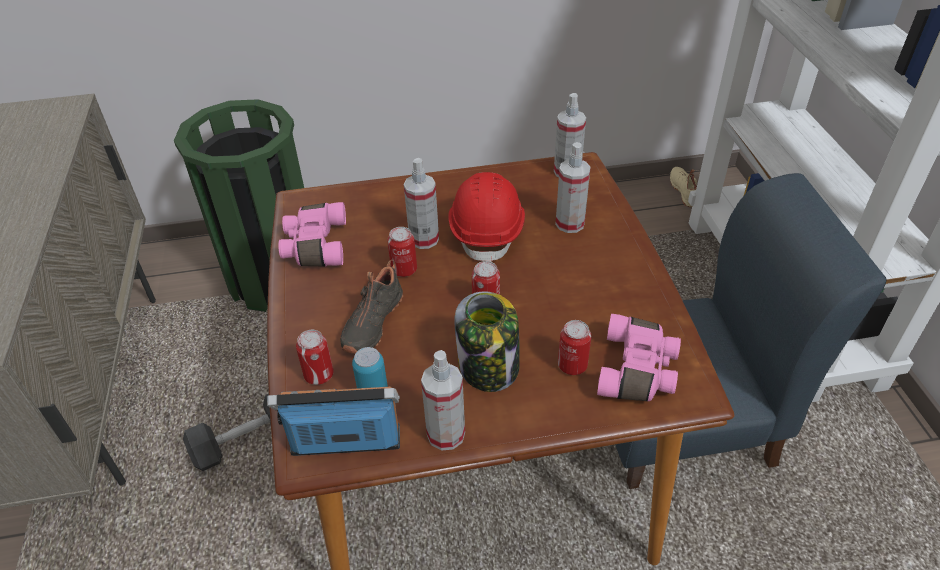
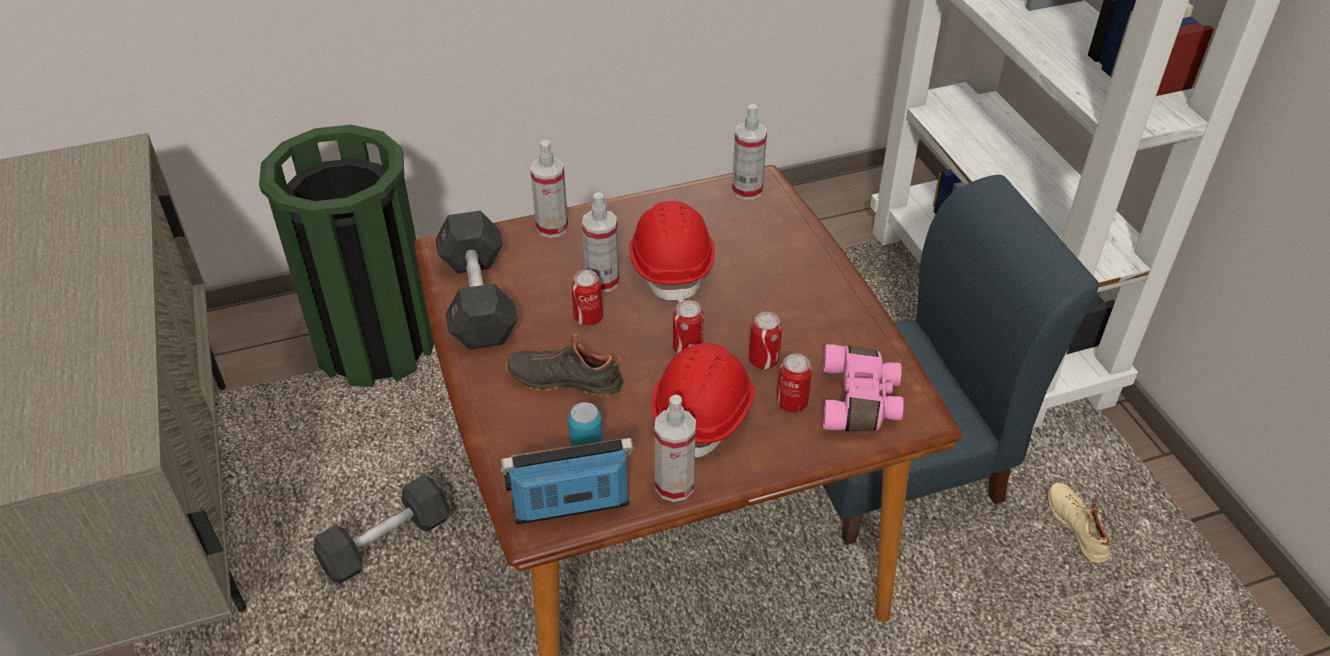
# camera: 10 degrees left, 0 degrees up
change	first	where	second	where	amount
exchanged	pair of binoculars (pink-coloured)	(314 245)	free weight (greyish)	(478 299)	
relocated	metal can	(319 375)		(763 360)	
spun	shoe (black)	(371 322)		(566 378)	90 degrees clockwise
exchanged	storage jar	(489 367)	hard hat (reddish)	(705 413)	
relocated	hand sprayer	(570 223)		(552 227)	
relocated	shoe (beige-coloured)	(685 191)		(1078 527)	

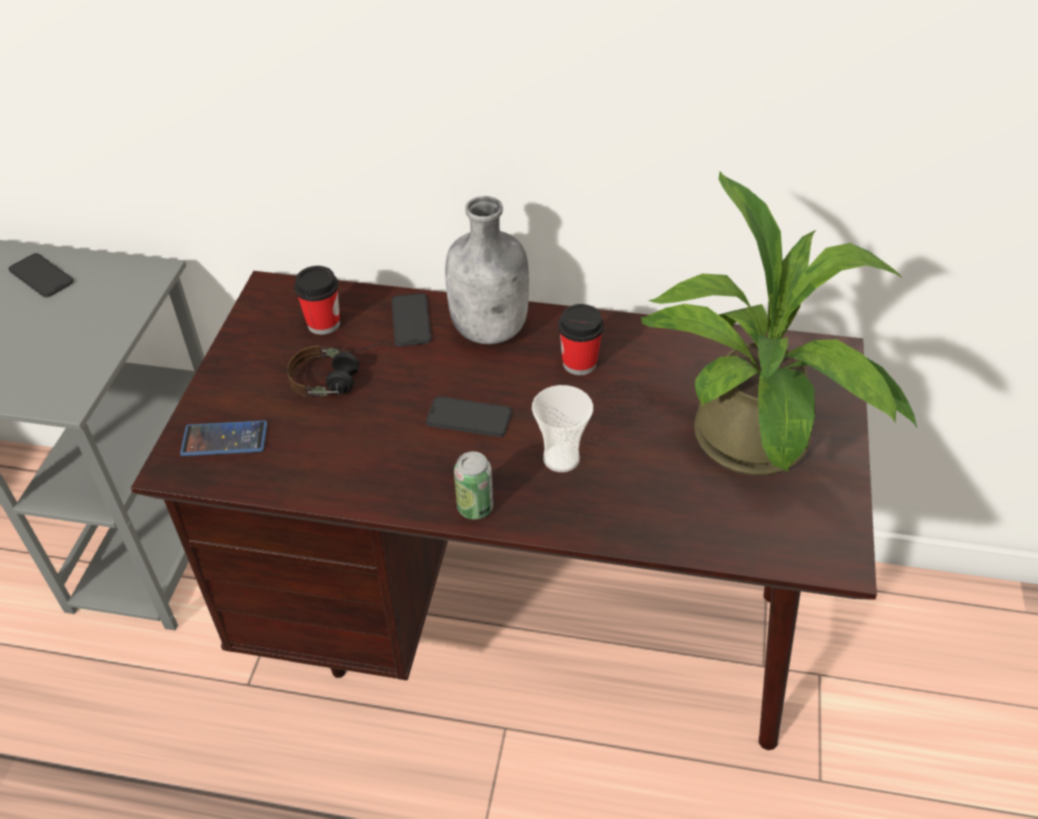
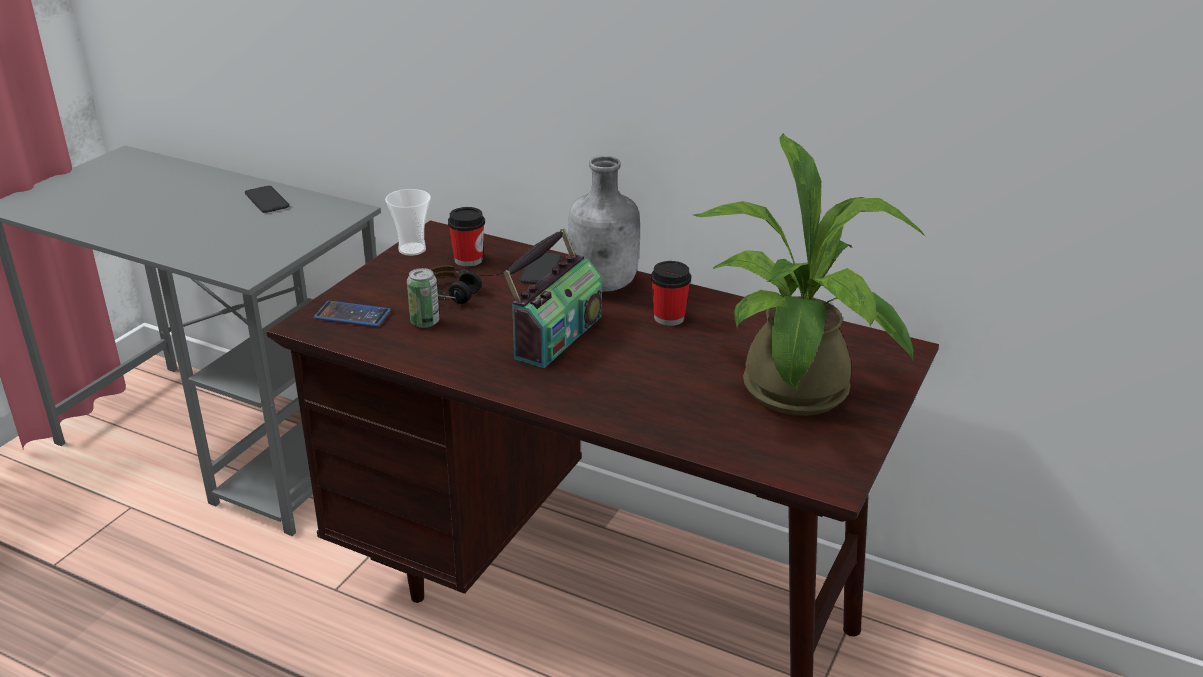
# camera: 15 degrees right, 15 degrees down
change	first	where	second	where	amount
exchanged	handset	(469 418)	radio set	(556 335)	
relocated	metal can	(475 507)		(425 322)	
relocated	cup	(561 458)		(412 249)	

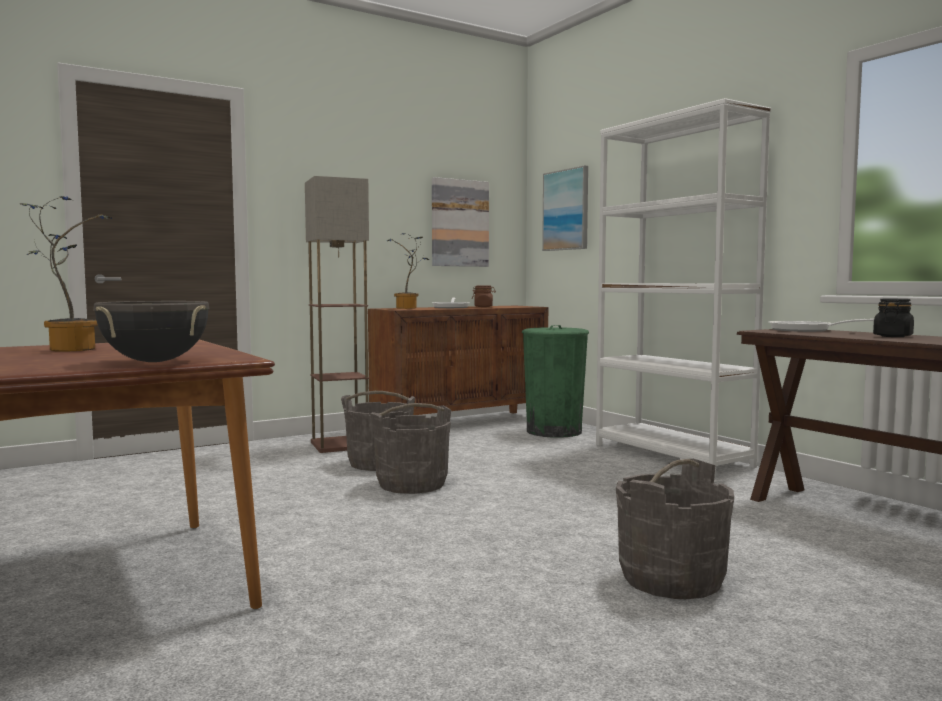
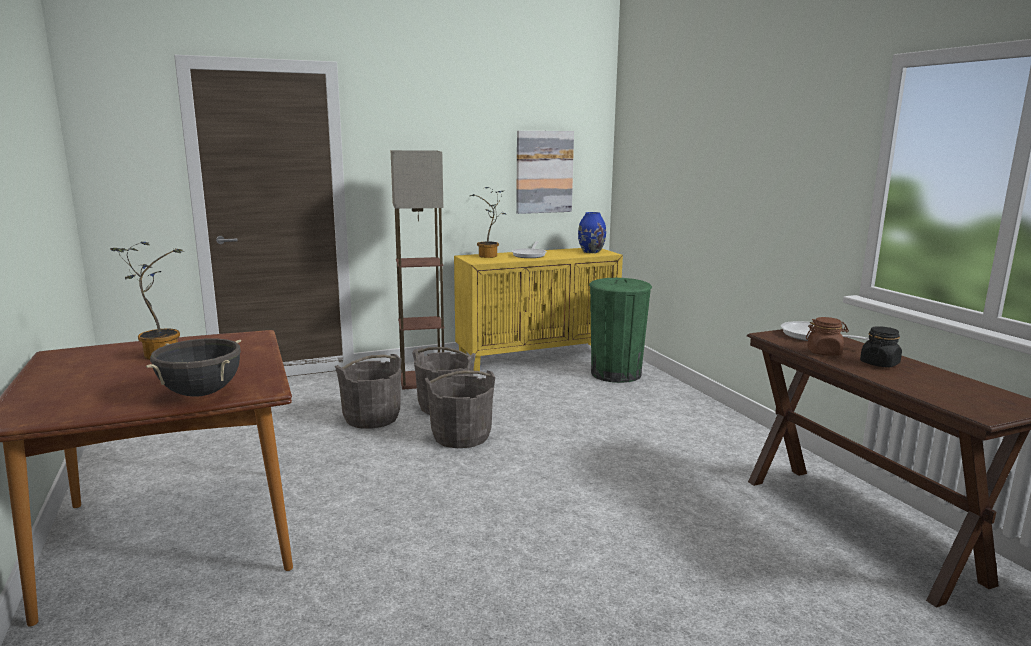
# camera: 10 degrees right, 10 degrees up
change	first	where	second	where	amount
colour	cabinet (brown)	(461 423)	cabinet (yellow)	(537 357)	
relocated	storage jar (brown)	(483 306)		(824 352)	
missing	wall art	(566 210)			
missing	bookshelf (white)	(671 455)			
relocated	pail (greyish)	(671 579)		(371 418)	
appeared			decorative vase (bluish)	(591 251)	

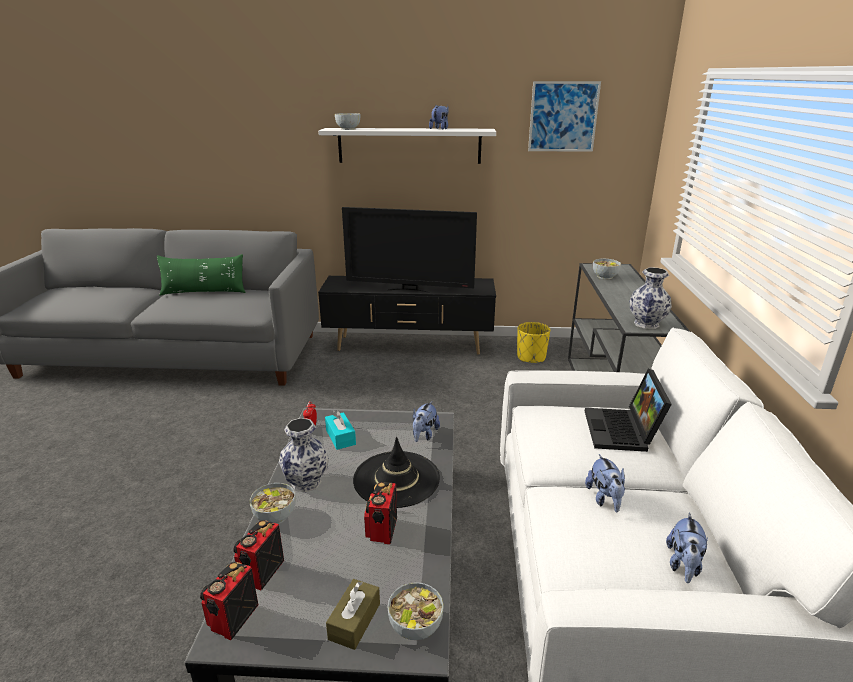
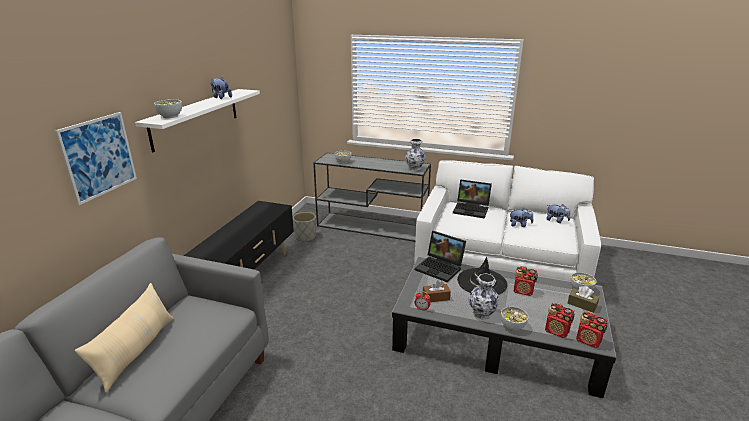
# camera: 75 degrees left, 0 degrees up
change	first	where	second	where	amount
colour	throw pillow (green)	(204 292)	throw pillow (beige-coloured)	(136 351)	
colour	tissue box (turquoise-coloured)	(340 437)	tissue box (brown)	(436 297)	
missing	television	(409 290)			
exchanged	cuddly toy	(424 435)	portable computer	(440 268)	
colour	flower pot (yellow)	(531 357)	flower pot (greyish)	(305 237)	
relocated	wall art	(563 117)		(99 156)	

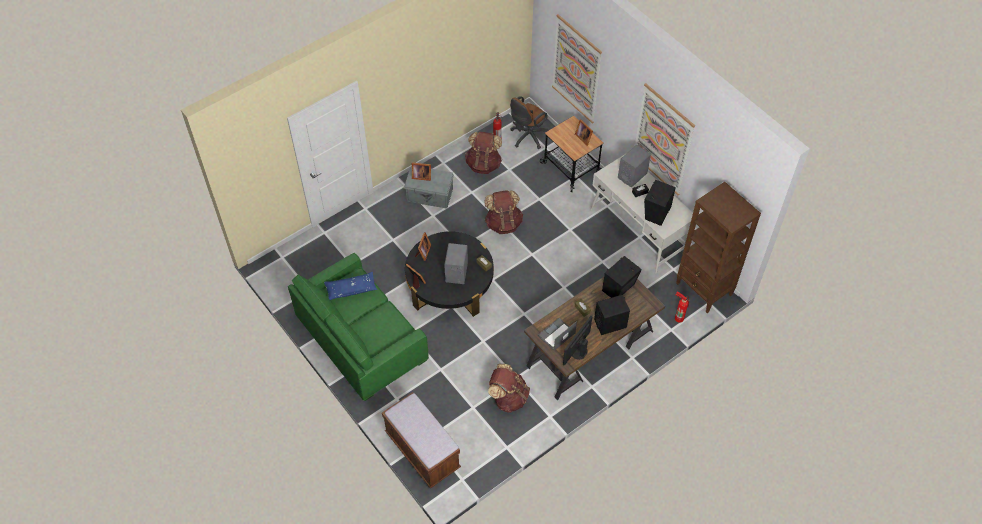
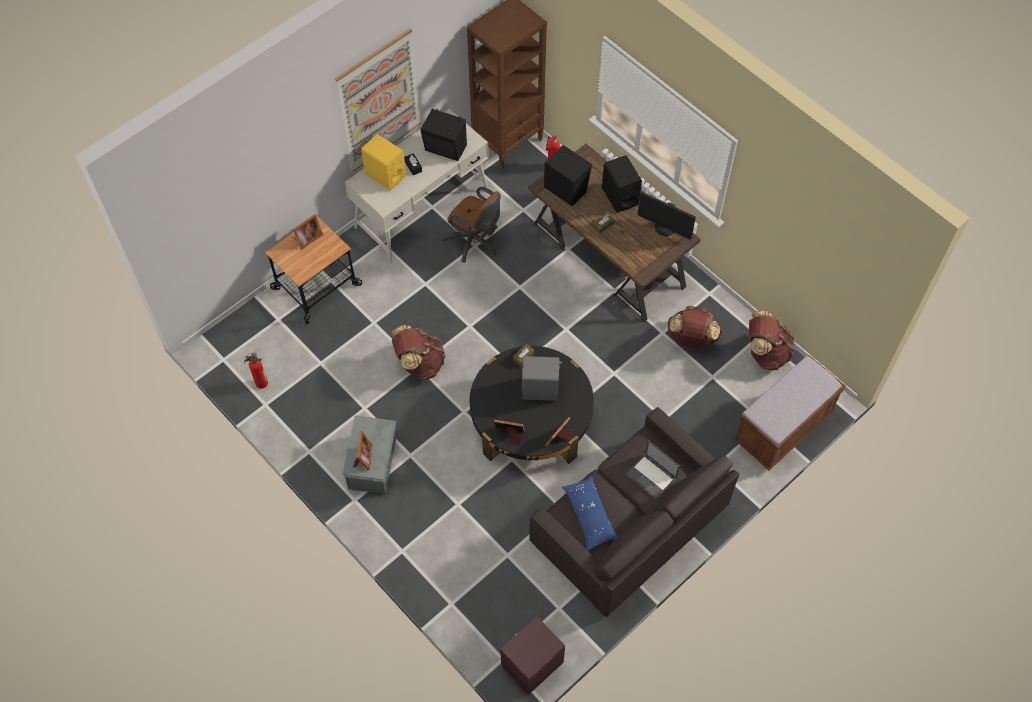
# camera: 95 degrees left, 5 degrees up
change	first	where	second	where	amount
colour	sofa (green)	(361 337)	sofa (greyish)	(629 524)	
relocated	rucksack (brown)	(483 164)		(765 353)	
relocated	computer chair (brown)	(527 137)		(475 242)	
relocated	portable computer	(556 334)		(651 476)	
missing	wall art	(576 69)			
colour	speaker (greyish)	(632 175)	speaker (yellow)	(385 175)	
appeared			night table (brown)	(532 664)	

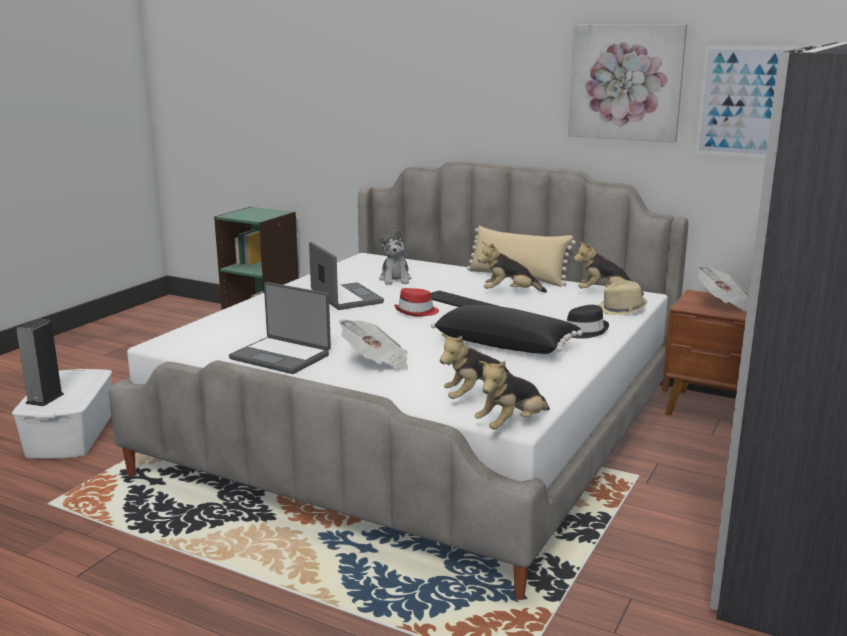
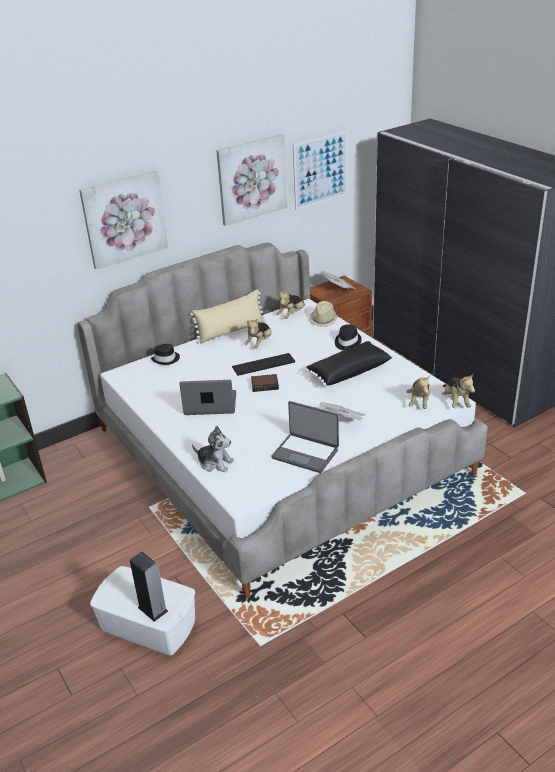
# camera: 60 degrees left, 15 degrees up
change	first	where	second	where	amount
spun	portable computer	(281 356)		(306 453)	60 degrees clockwise
relocated	cuddly toy	(395 279)		(215 463)	
exchanged	wearable hat (reddish)	(417 312)	volume	(265 385)	
appeared			wall art	(124 219)	
appeared			wearable hat (black)	(166 359)	

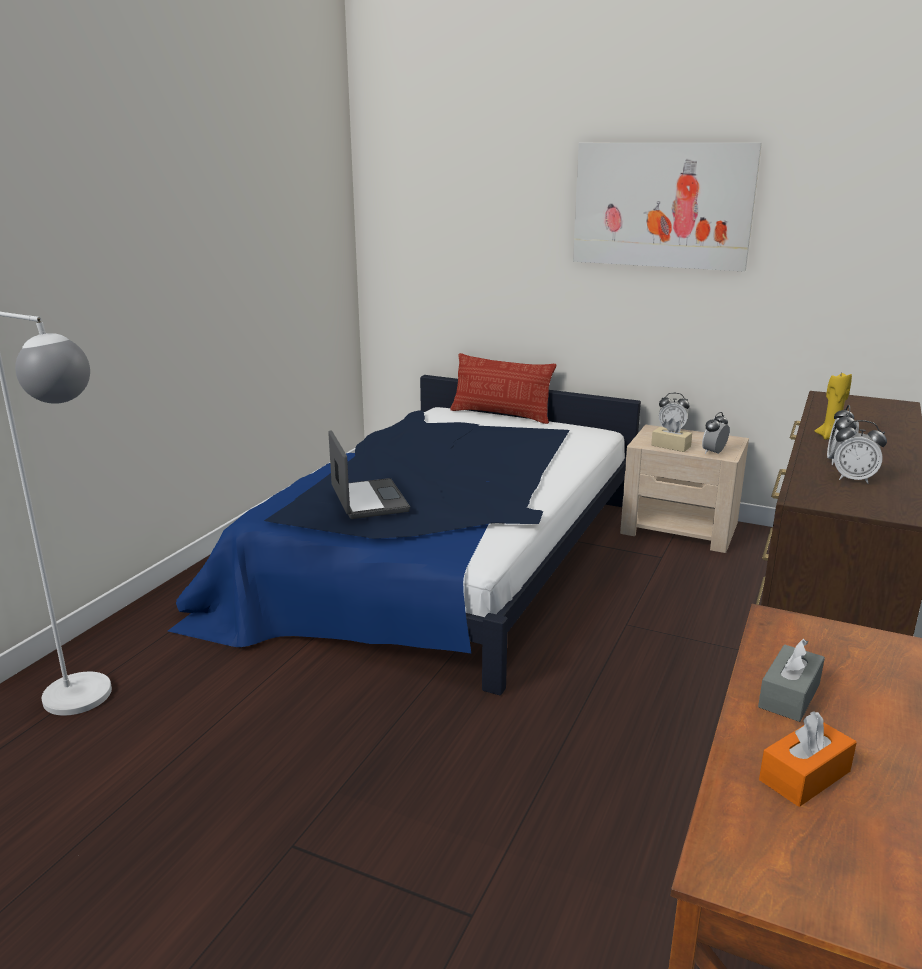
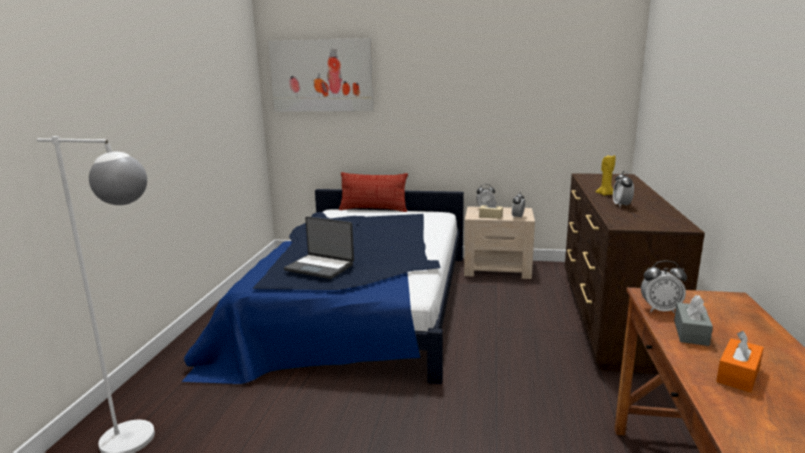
# camera: 15 degrees left, 5 degrees down
change	first	where	second	where	amount
spun	portable computer	(368 500)		(320 267)	150 degrees clockwise
relocated	wall art	(662 205)		(321 75)	
relocated	bedside clock	(853 479)		(660 310)	

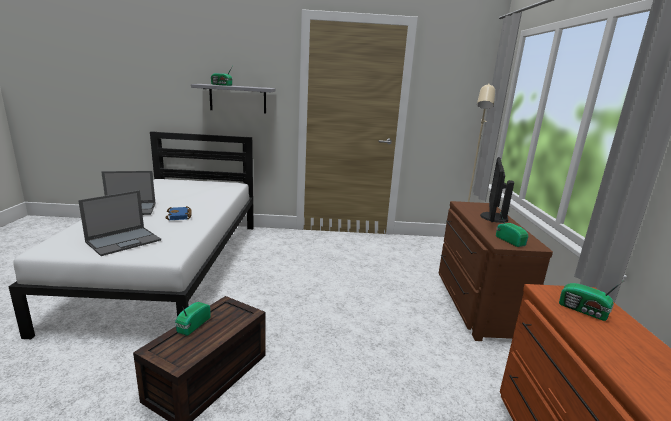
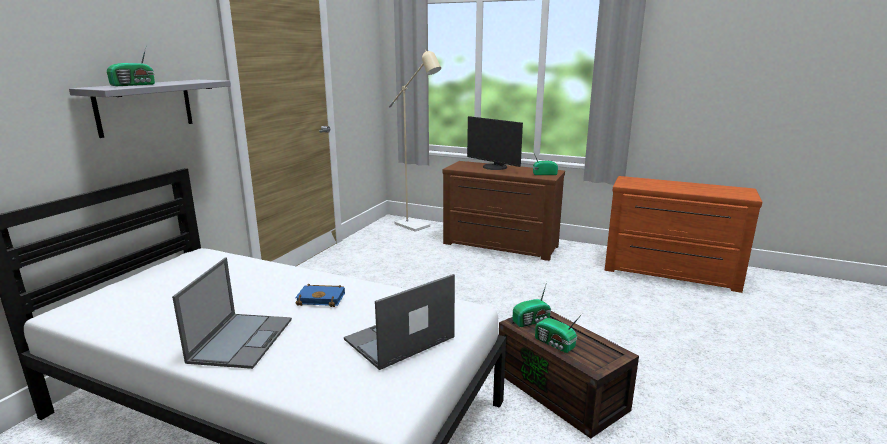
# camera: 65 degrees left, 0 degrees up
change	first	where	second	where	amount
spun	portable computer	(124 241)		(398 339)	105 degrees counterclockwise
relocated	radio set	(584 311)		(532 321)	

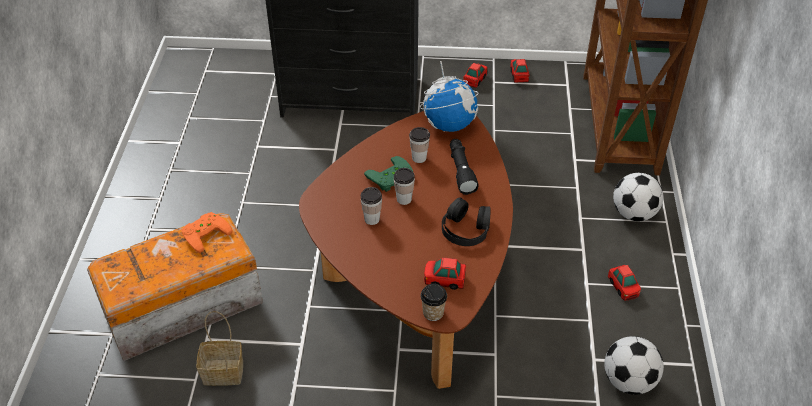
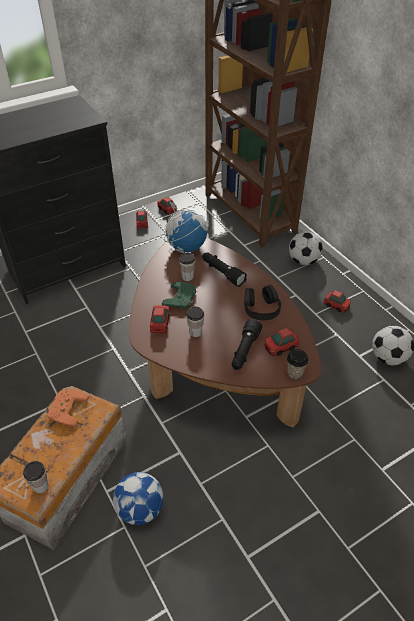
# camera: 35 degrees left, 0 degrees up
change	first	where	second	where	amount
exchanged	basket	(221 373)	football ball	(140 509)	
relocated	cup	(404 199)		(41 486)	
appeared			toy car	(160 323)	
appeared			hand torch (black)	(244 350)	

